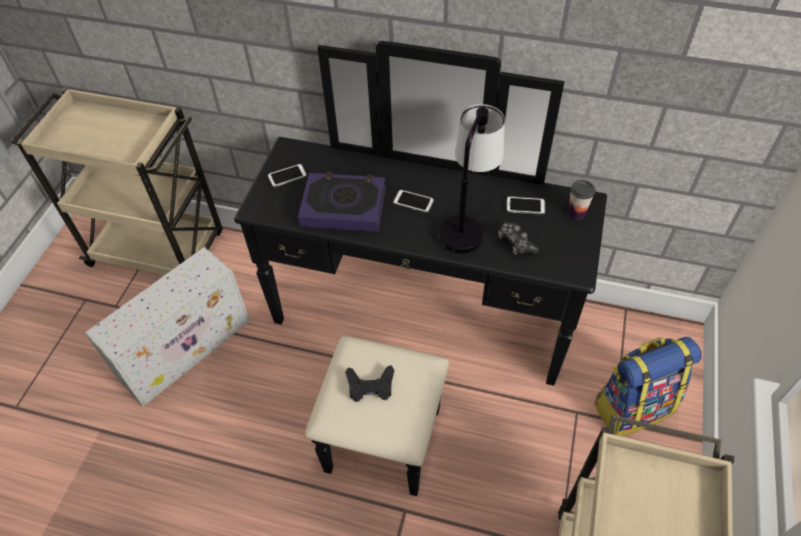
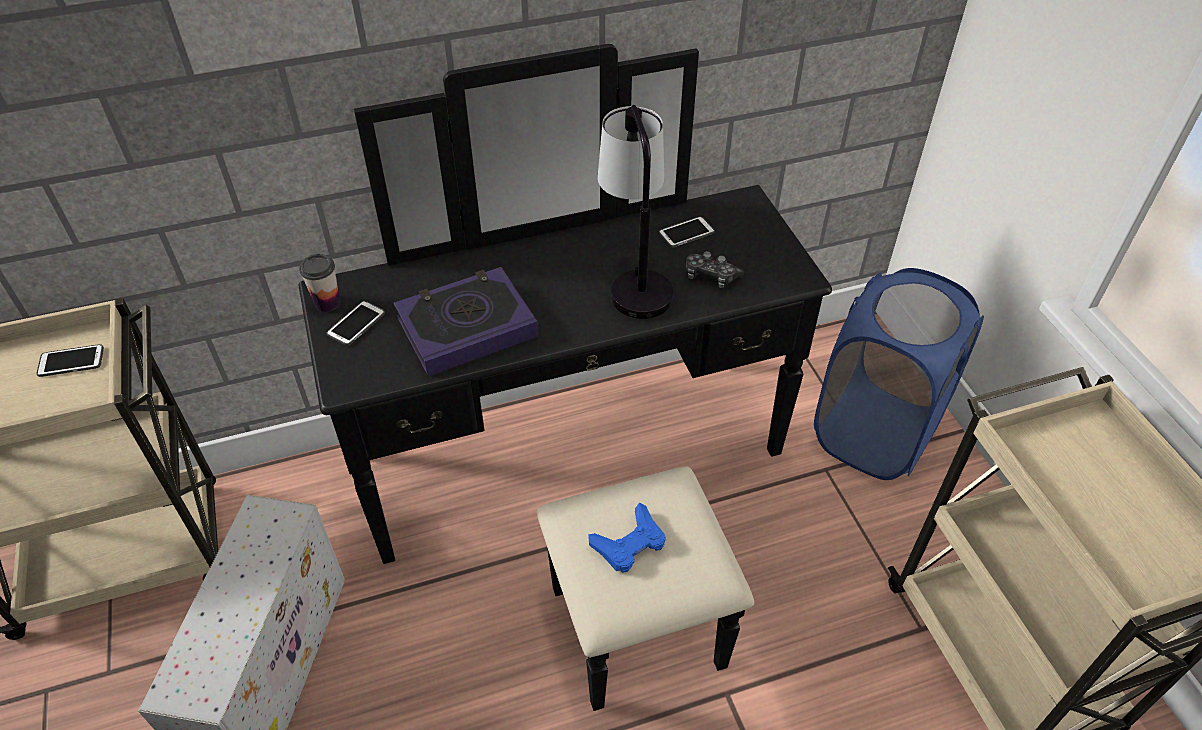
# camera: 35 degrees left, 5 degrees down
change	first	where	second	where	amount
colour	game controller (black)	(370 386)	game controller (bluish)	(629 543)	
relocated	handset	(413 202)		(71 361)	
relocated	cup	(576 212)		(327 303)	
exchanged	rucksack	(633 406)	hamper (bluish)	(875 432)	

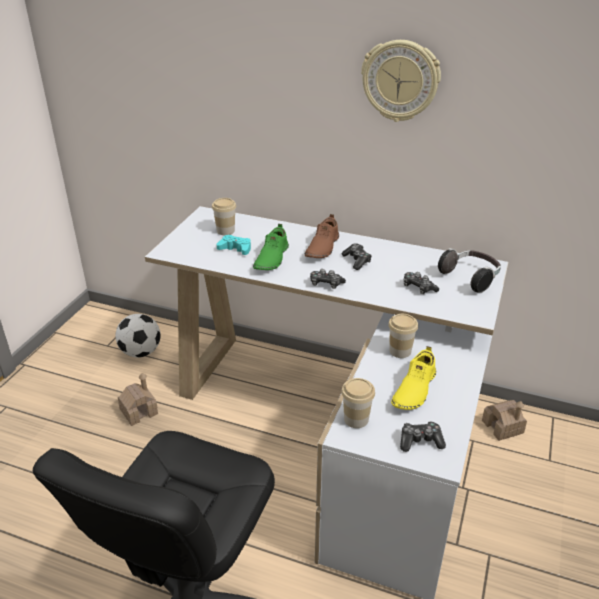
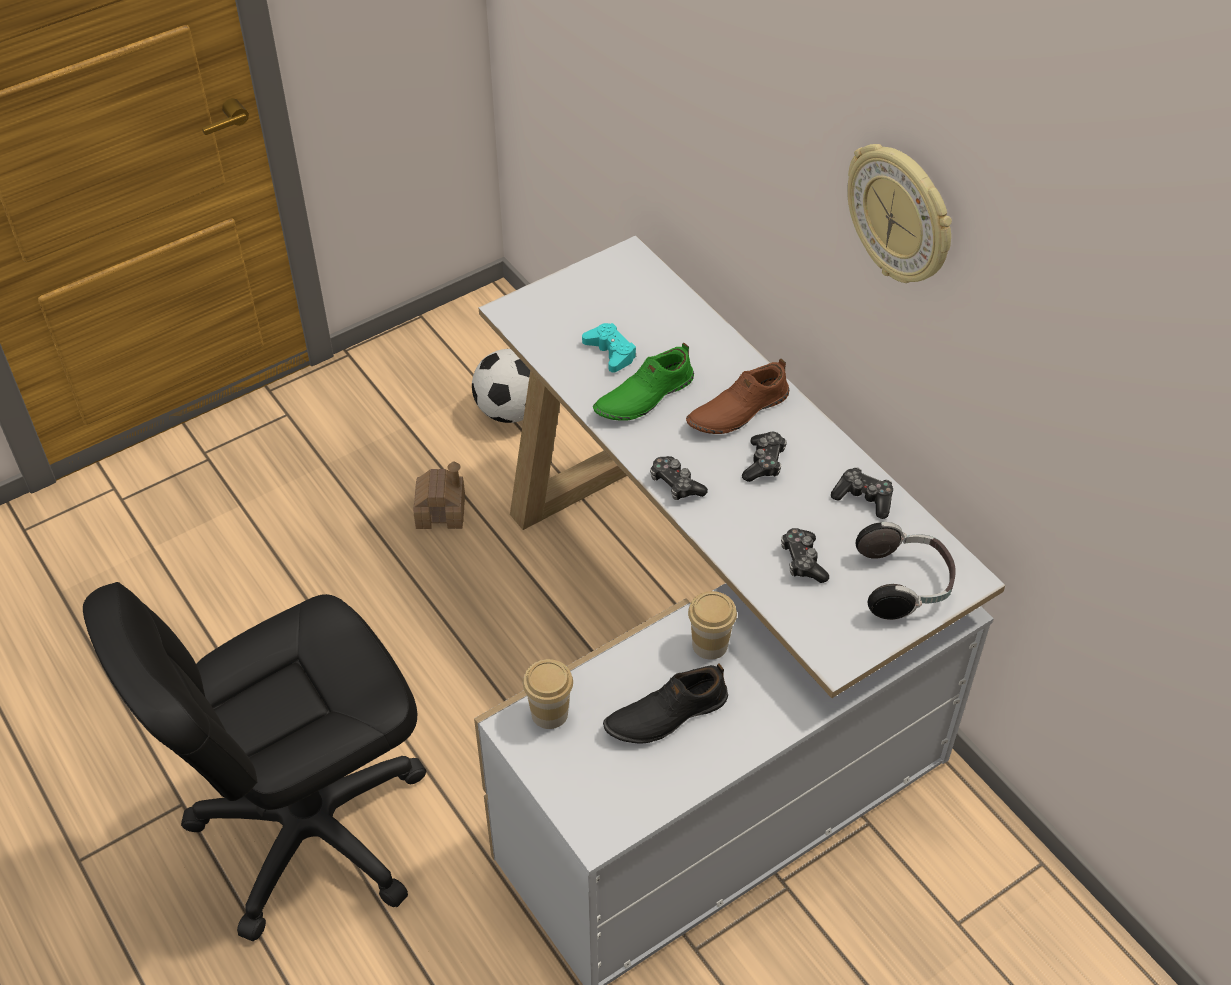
# camera: 35 degrees right, 15 degrees up
change	first	where	second	where	amount
missing	cup	(225 231)			
colour	shoe (yellow)	(413 389)	shoe (black)	(666 714)	
relocated	game controller	(420 441)		(864 498)	
missing	miniature house	(502 427)			

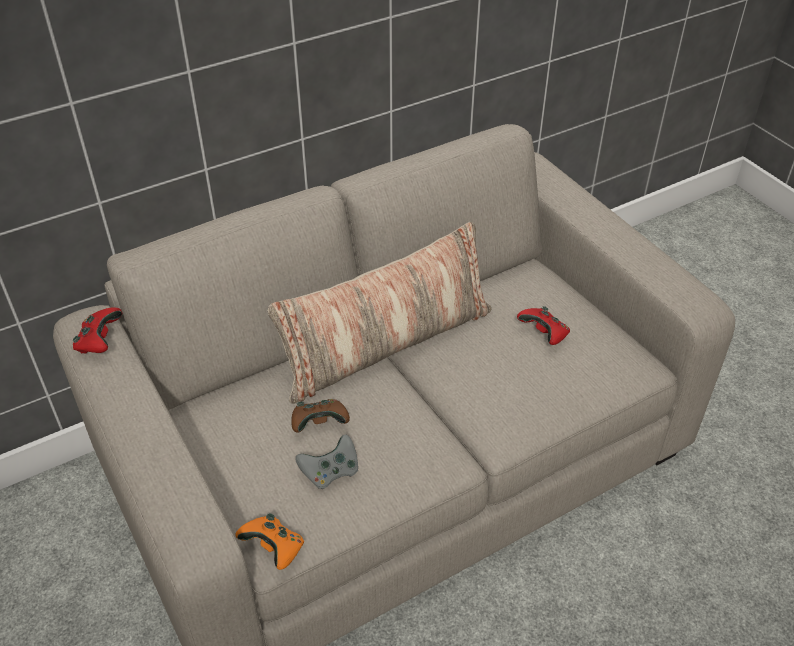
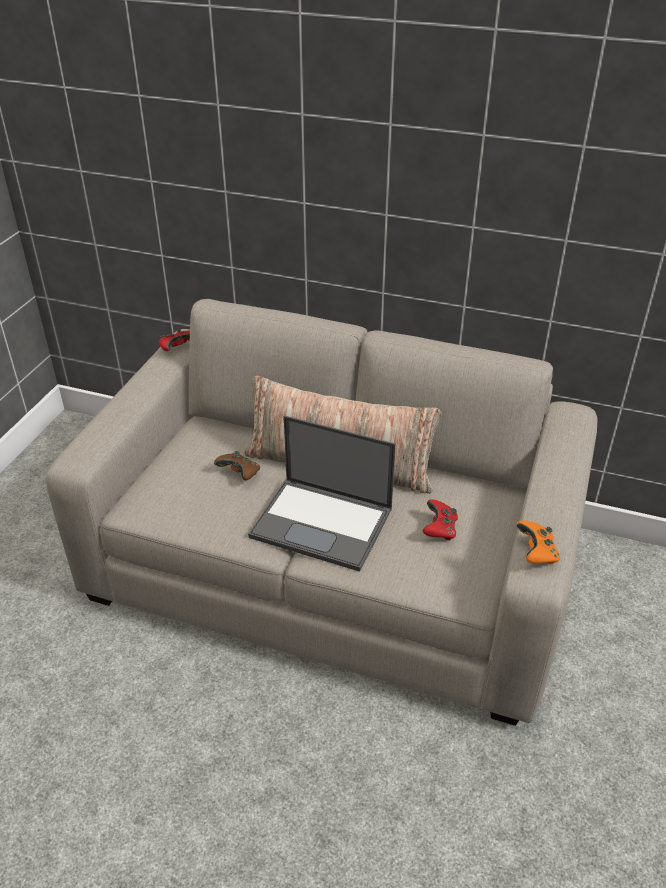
# camera: 50 degrees right, 5 degrees down
change	first	where	second	where	amount
relocated	game controller (orangey)	(274 549)		(536 553)	
missing	game controller (greyish)	(330 472)			
appeared			portable computer	(323 523)	

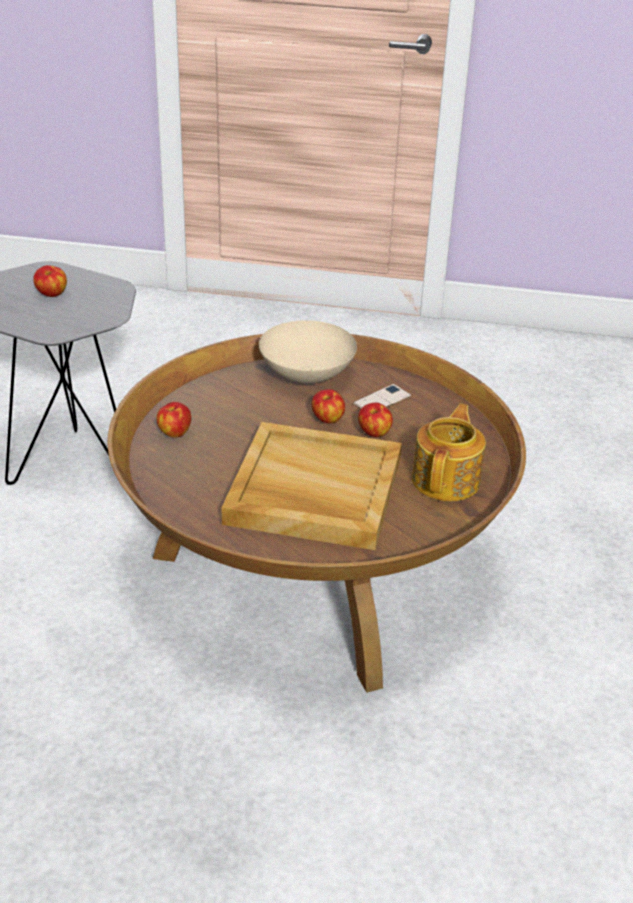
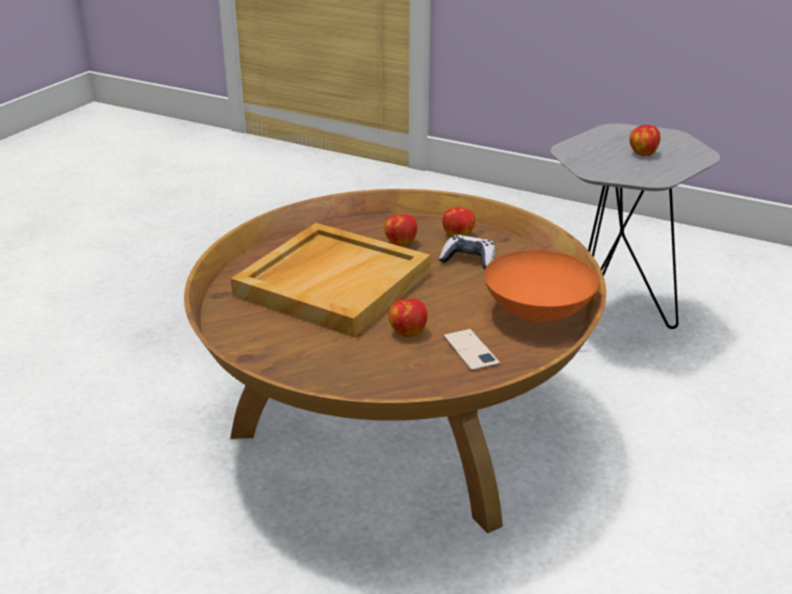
# camera: 110 degrees right, 5 degrees down
change	first	where	second	where	amount
colour	deep dish (beige-coloured)	(306 376)	deep dish (orangey)	(536 312)	
relocated	apple	(327 420)		(400 242)	
missing	tea pot	(447 480)			
appeared			game controller	(468 260)	

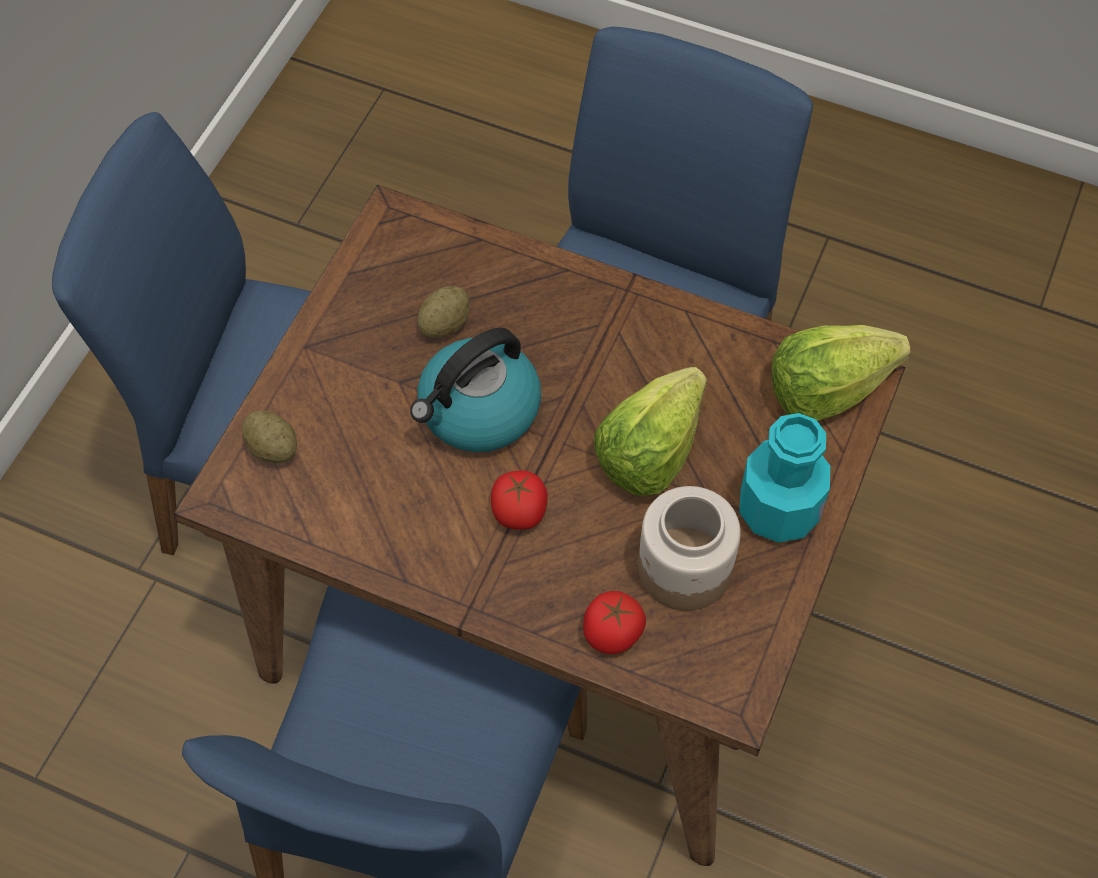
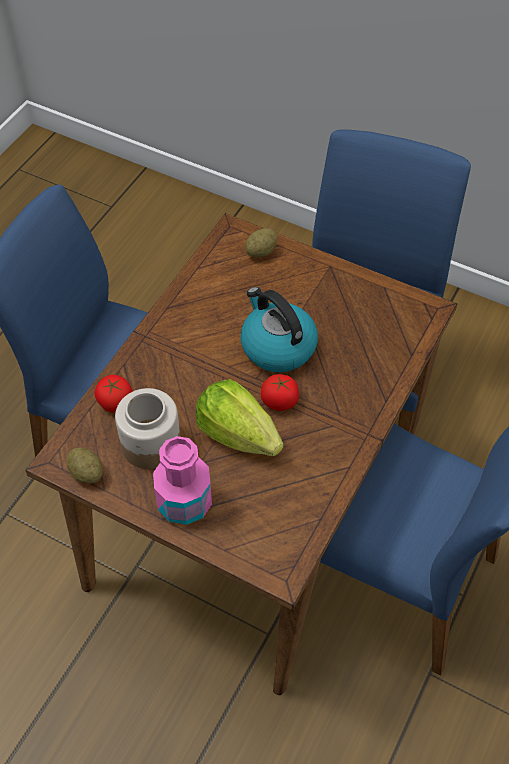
# camera: 95 degrees right, 5 degrees down
change	first	where	second	where	amount
relocated	whole potato	(445 324)		(86 473)	
relocated	tomato	(519 512)		(279 401)	
colour	bottle (turquoise-coloured)	(778 510)	bottle (pink-coloured)	(184 502)	
missing	head of lettuce	(827 389)			

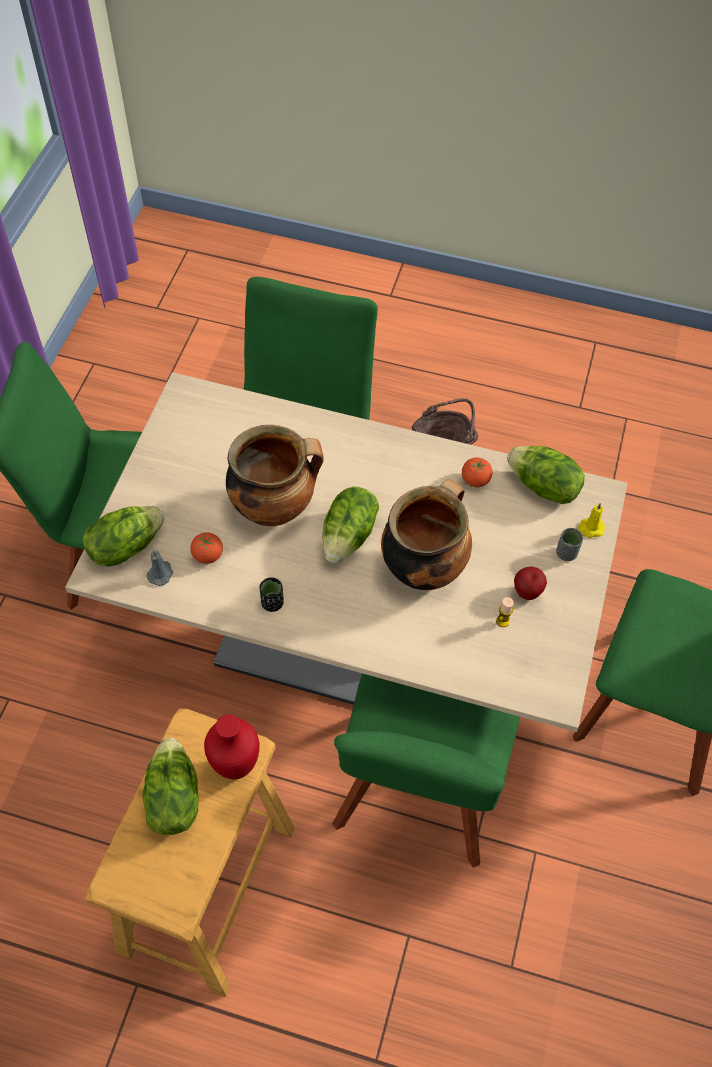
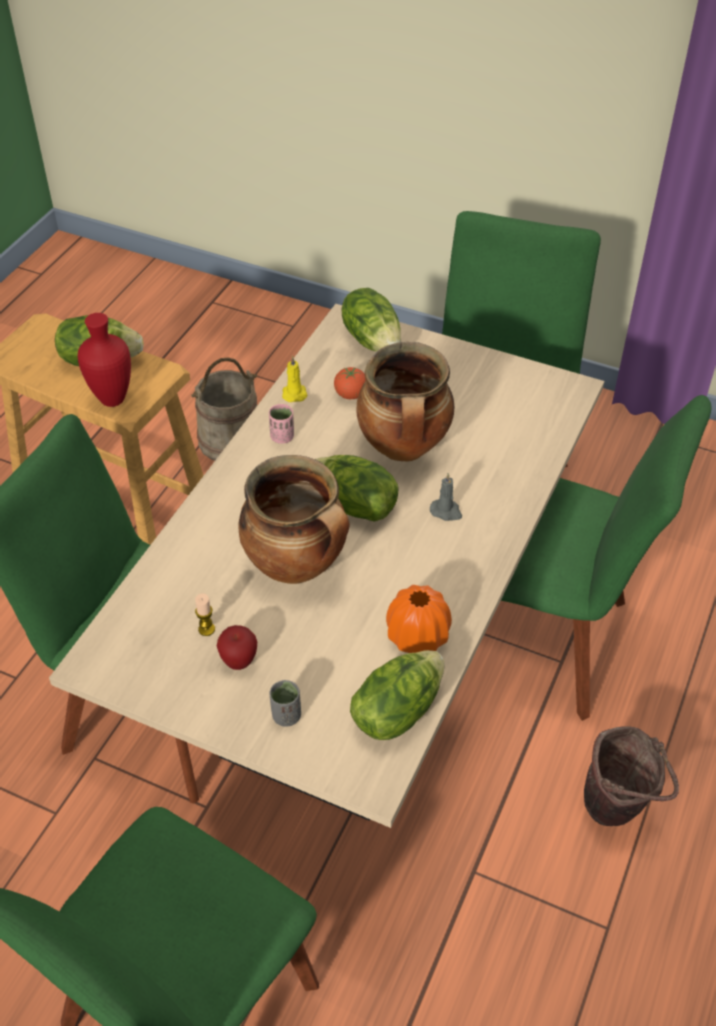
# camera: 100 degrees right, 10 degrees down
change	first	where	second	where	amount
relocated	candle (greyish)	(161 573)		(446 511)	
colour	cup (black)	(272 603)	cup (pink-coloured)	(282 437)	
exchanged	tomato	(475 480)	decorative vase (orangey)	(417 637)	
relocated	candle (yellow)	(589 529)		(294 393)	
appeared			pail (beige-coloured)	(230 439)	

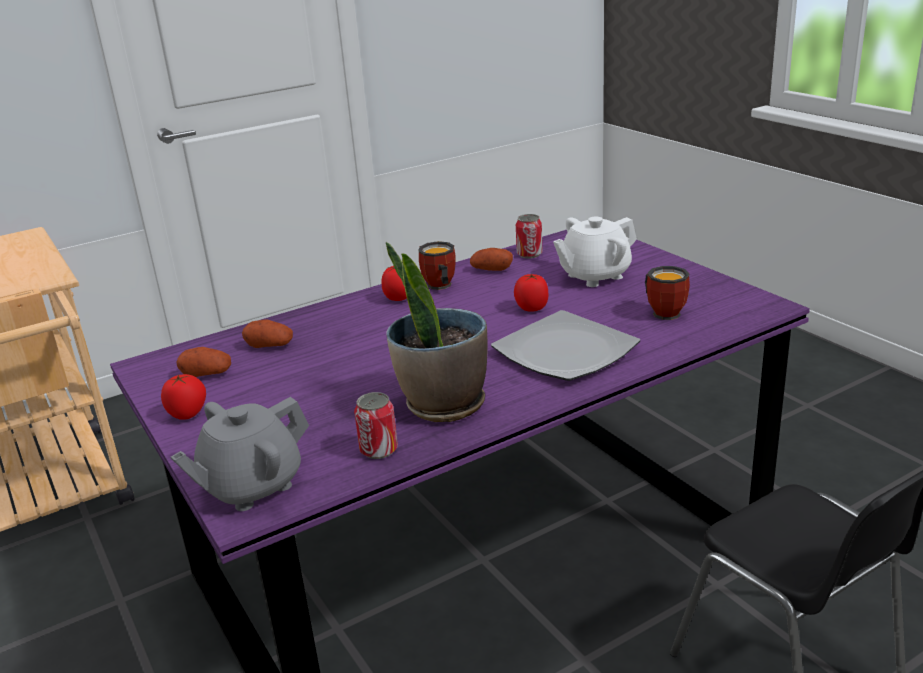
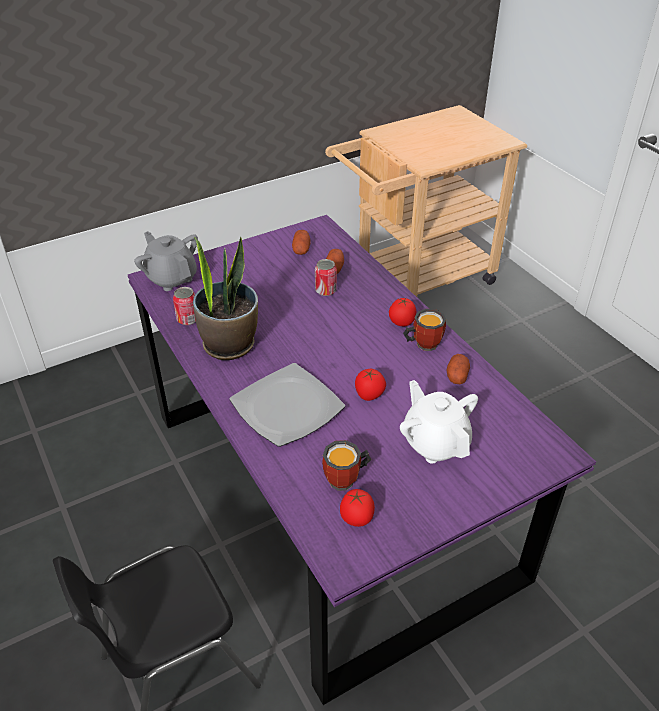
# camera: 90 degrees right, 15 degrees up
change	first	where	second	where	amount
relocated	tomato	(188 414)		(356 519)	
relocated	metal can	(529 254)		(325 290)	

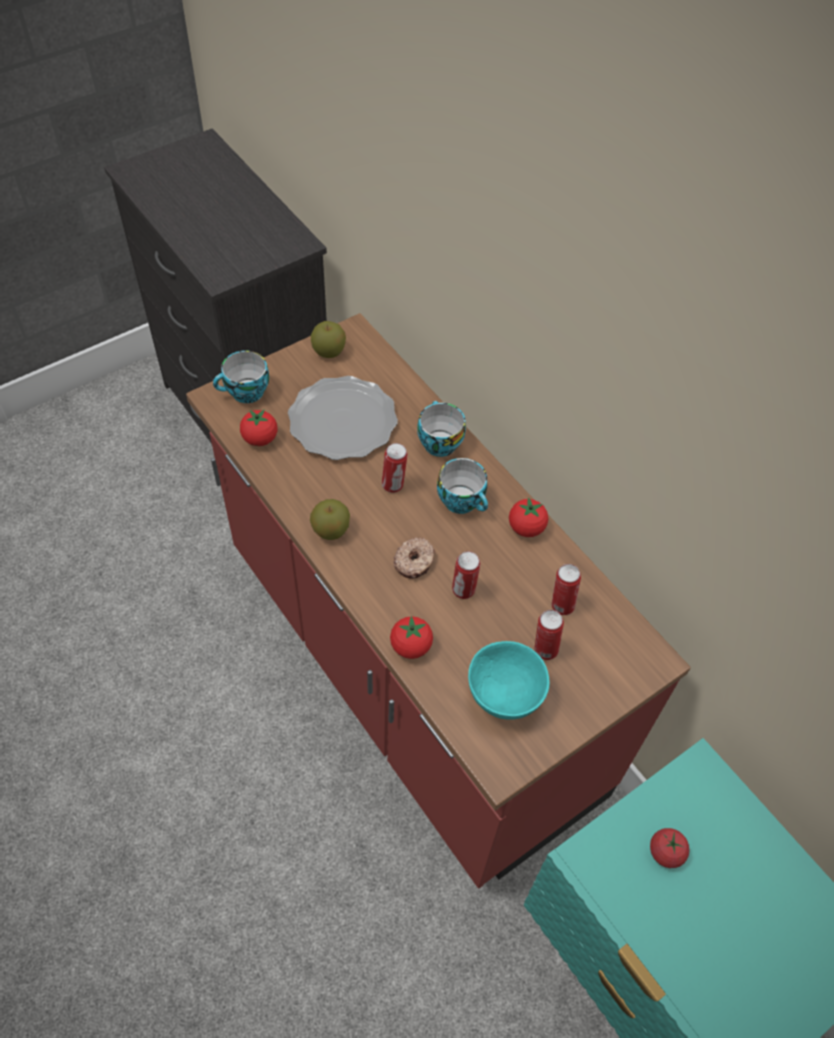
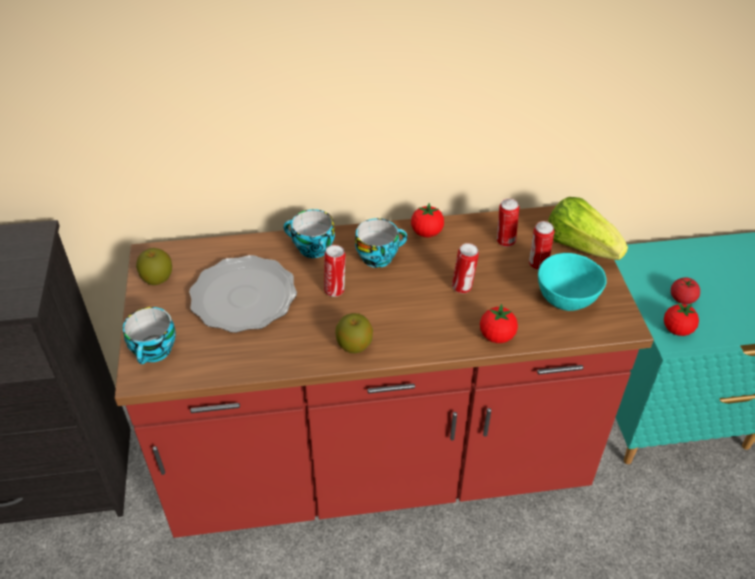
# camera: 60 degrees left, 10 degrees down
change	first	where	second	where	amount
relocated	tomato	(260 438)		(677 330)	
missing	ring doughnut	(414 562)			
appeared			head of lettuce	(580 246)	

